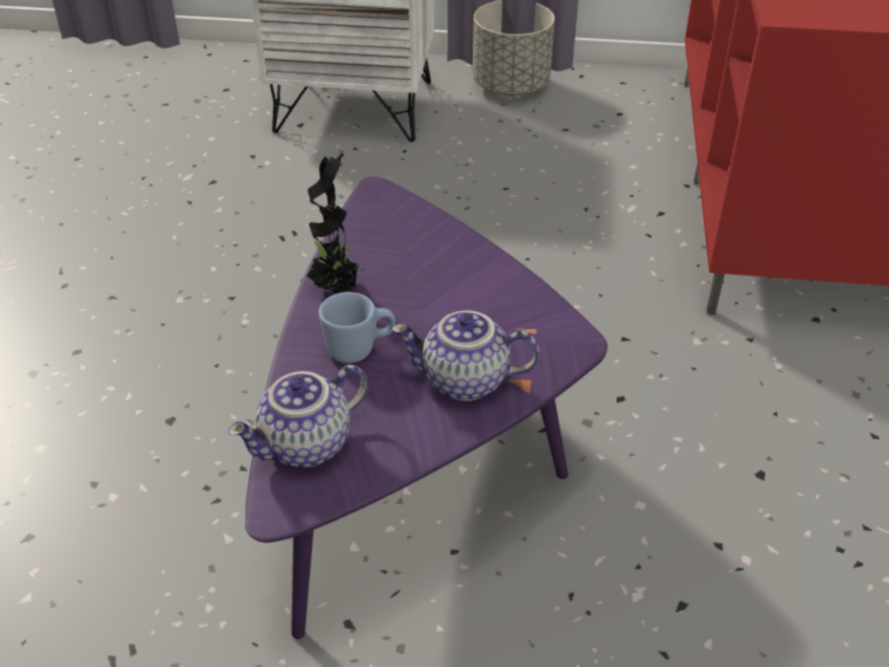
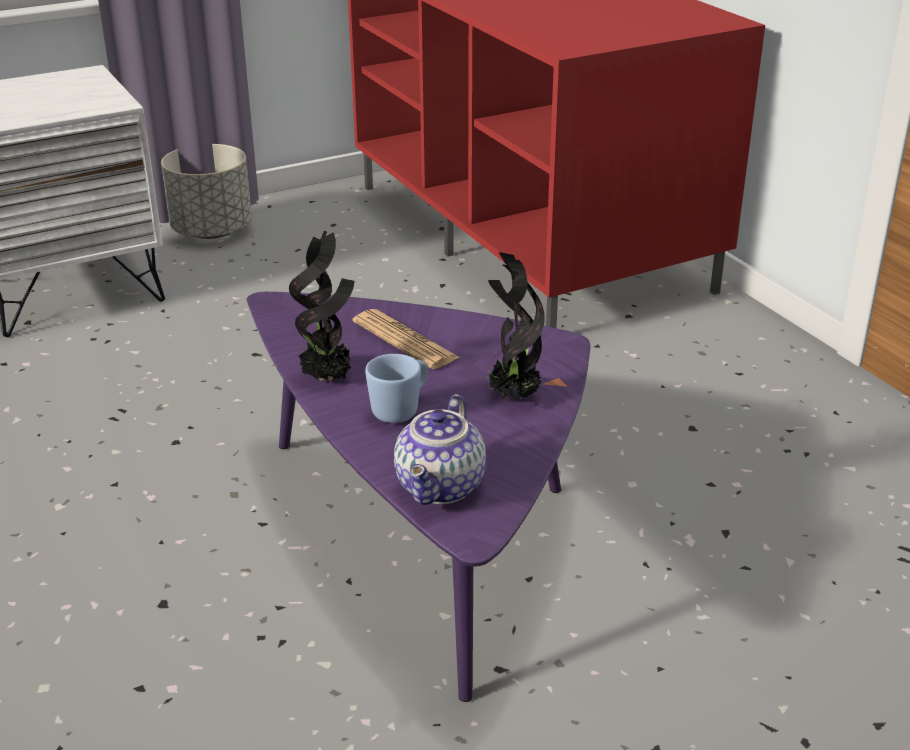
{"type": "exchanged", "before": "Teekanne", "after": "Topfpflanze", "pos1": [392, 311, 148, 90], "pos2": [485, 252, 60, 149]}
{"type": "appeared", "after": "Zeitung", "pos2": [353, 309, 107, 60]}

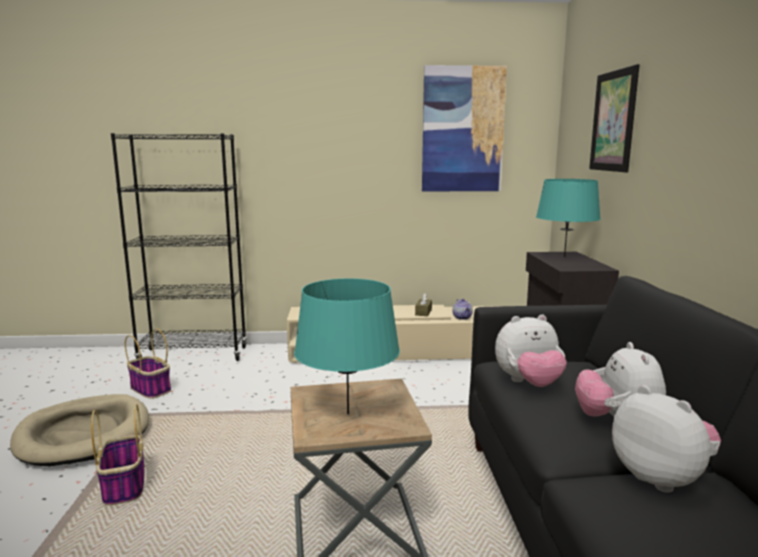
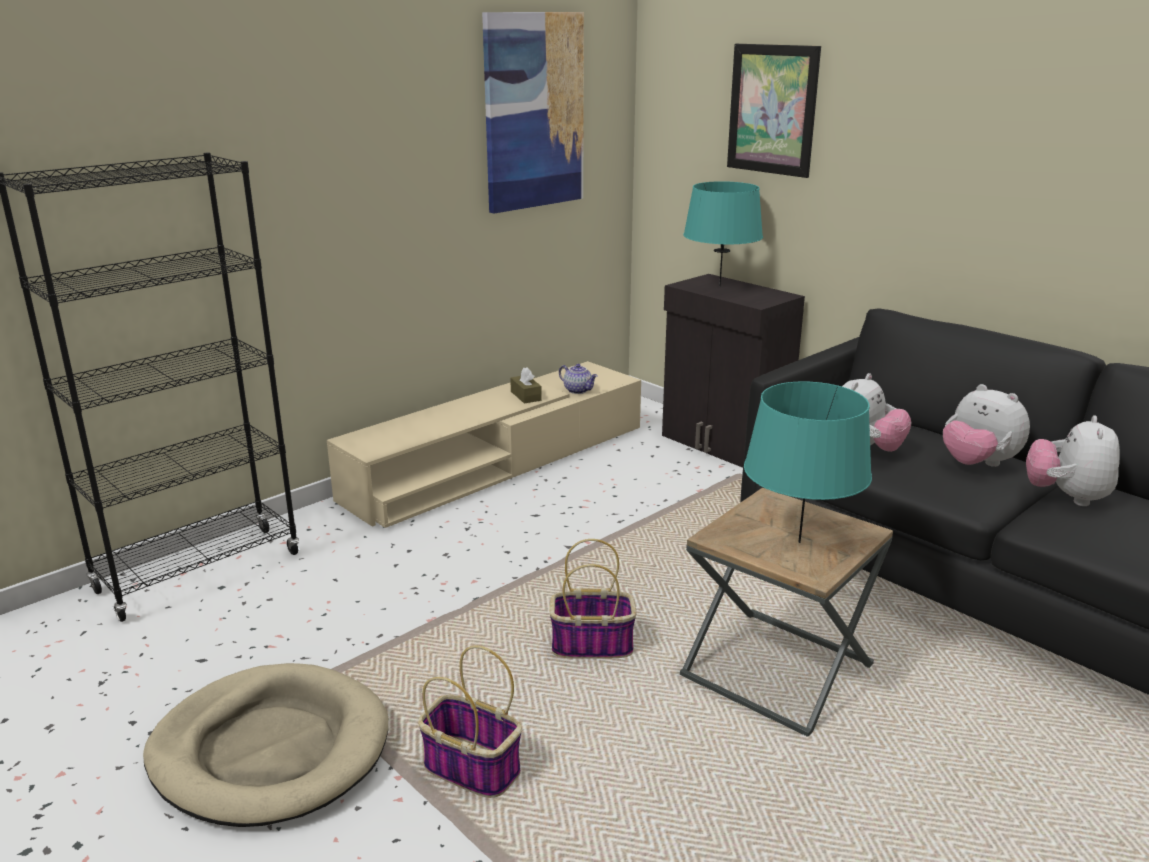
{"type": "relocated", "before": "Korb", "pos1": [125, 328, 46, 71], "pos2": [550, 539, 86, 120]}
{"type": "spun", "before": "Plüschtier", "pos1": [612, 385, 109, 108], "pos2": [1026, 415, 94, 91], "turn": -90}

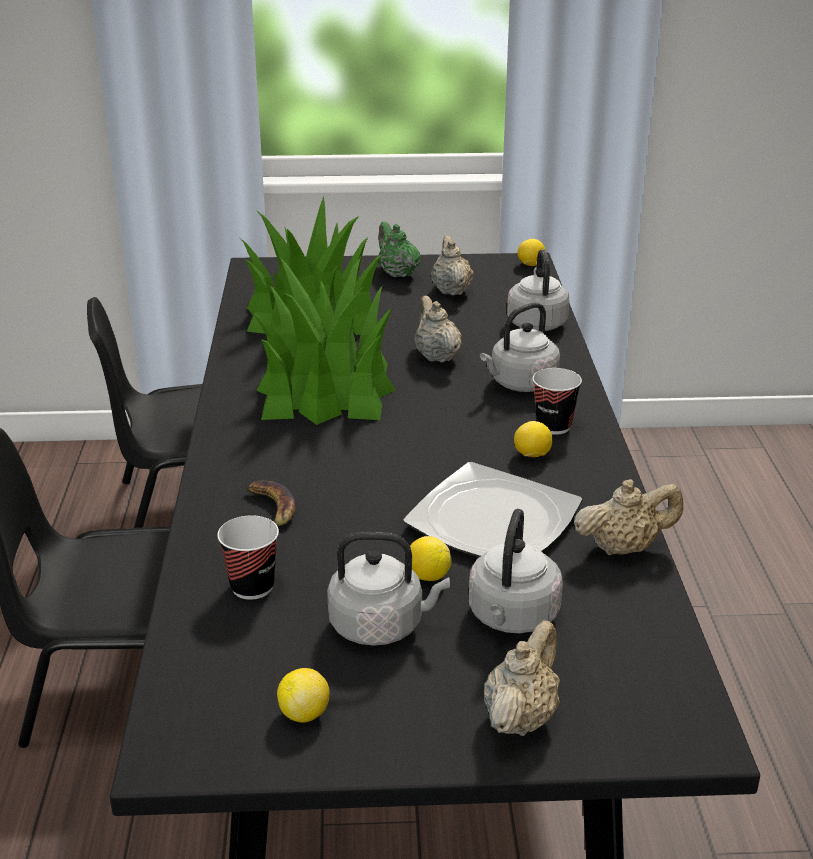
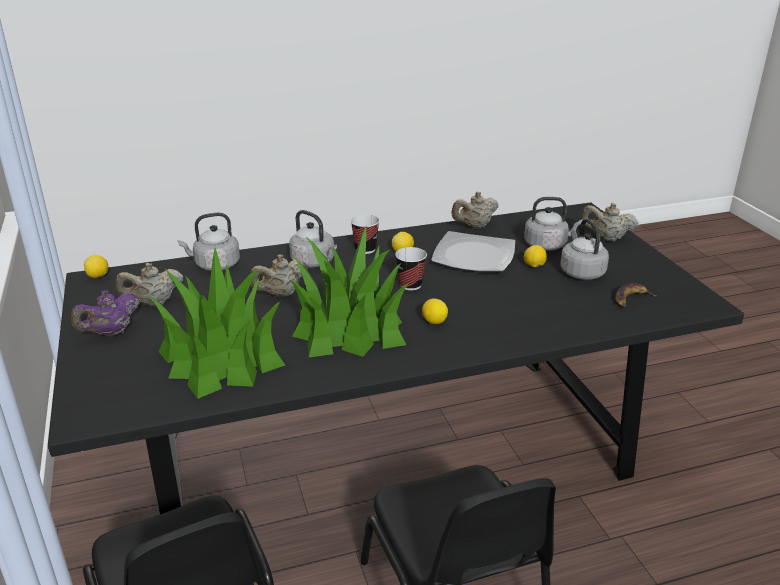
{"type": "relocated", "before": "Tasse", "pos1": [217, 515, 62, 85], "pos2": [395, 247, 32, 44]}
{"type": "relocated", "before": "Banane", "pos1": [246, 481, 50, 45], "pos2": [615, 284, 42, 23]}
{"type": "relocated", "before": "Zitrone", "pos1": [277, 668, 53, 55], "pos2": [422, 299, 26, 25]}
{"type": "colour", "before": "Teekanne [grün]", "after": "Teekanne [lila]", "pos1": [378, 222, 43, 55], "pos2": [71, 290, 69, 46]}
{"type": "spun", "before": "Teekanne [beige]", "pos1": [574, 479, 109, 76], "pos2": [451, 192, 47, 37], "turn": -90}

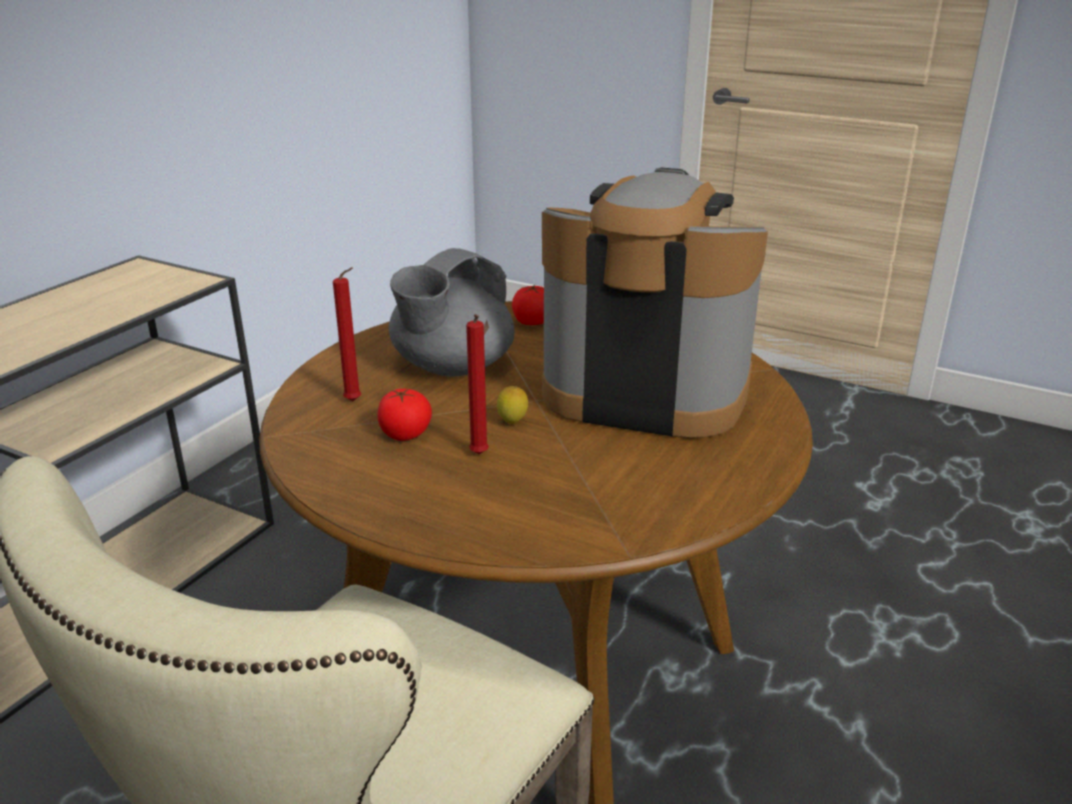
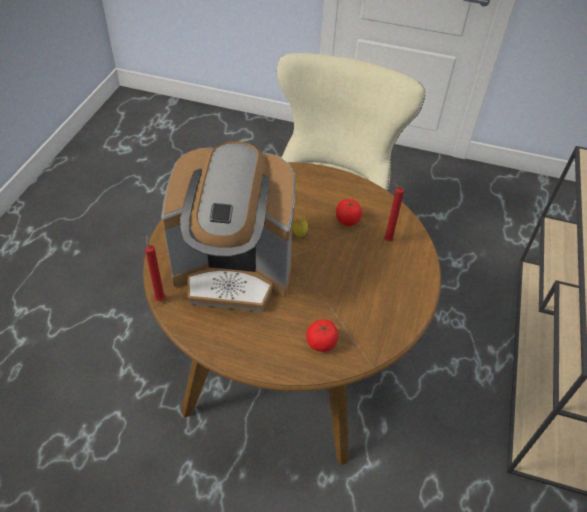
{"type": "missing", "before": "Teekanne [grau]", "pos1": [389, 248, 126, 129]}
{"type": "relocated", "before": "Kerze [rot]", "pos1": [466, 314, 23, 140], "pos2": [145, 235, 20, 66]}

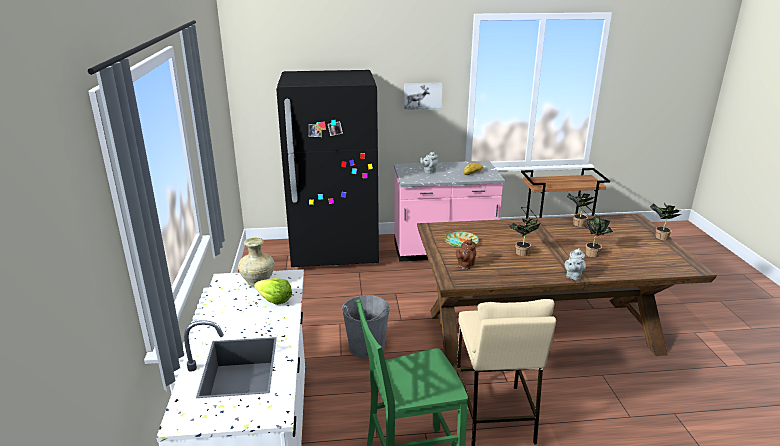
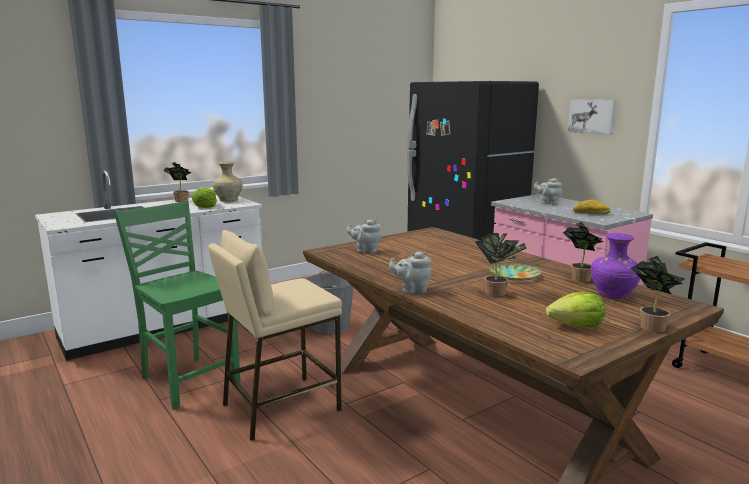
{"type": "relocated", "before": "Teller", "pos1": [444, 231, 35, 17], "pos2": [489, 263, 52, 18]}
{"type": "colour", "before": "Teekanne [braun]", "after": "Teekanne [grau]", "pos1": [456, 239, 20, 31], "pos2": [347, 219, 35, 34]}
{"type": "relocated", "before": "Topfpflanze", "pos1": [509, 218, 32, 38], "pos2": [164, 162, 27, 40]}
{"type": "appeared", "after": "Salatkopf", "pos2": [545, 292, 60, 35]}
{"type": "appeared", "after": "Vase [lila]", "pos2": [591, 233, 49, 66]}

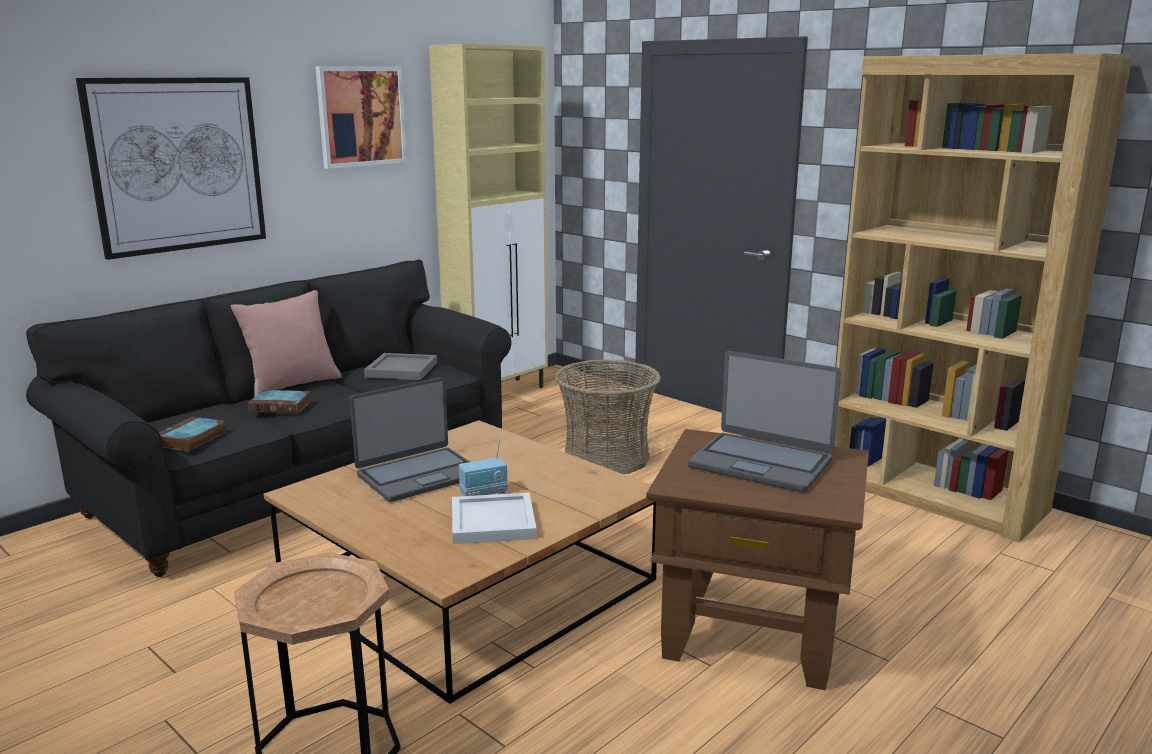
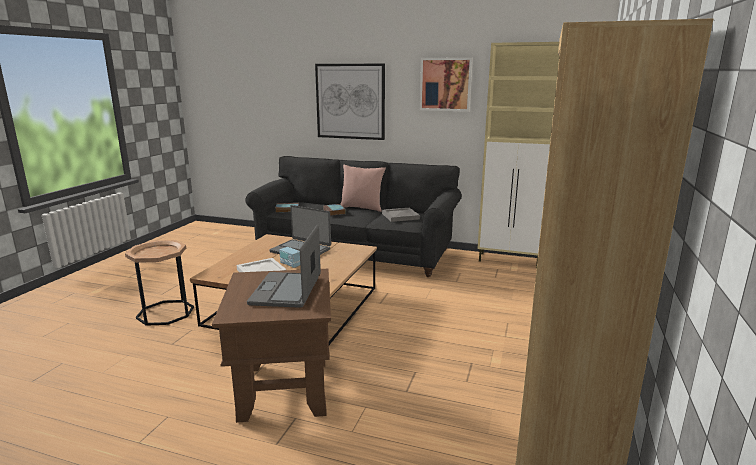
{"type": "missing", "before": "Korb", "pos1": [554, 359, 107, 115]}

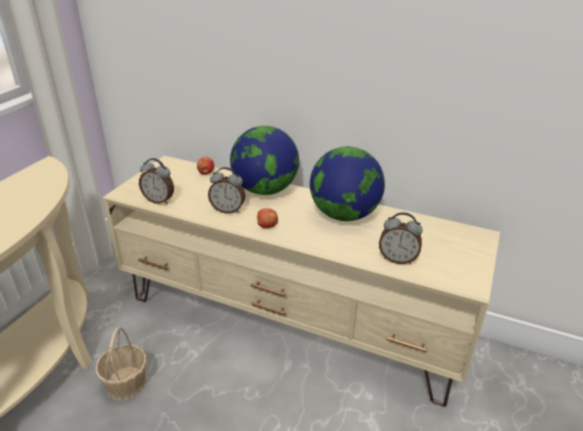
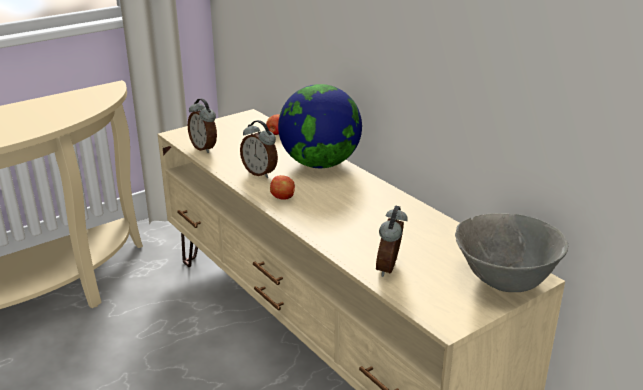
{"type": "missing", "before": "Korb", "pos1": [95, 327, 52, 74]}
{"type": "missing", "before": "Globus", "pos1": [310, 147, 75, 74]}
{"type": "spun", "before": "Wecker", "pos1": [379, 212, 44, 52], "pos2": [376, 206, 32, 71], "turn": 60}
{"type": "appeared", "after": "Schüssel [grau]", "pos2": [455, 213, 113, 79]}

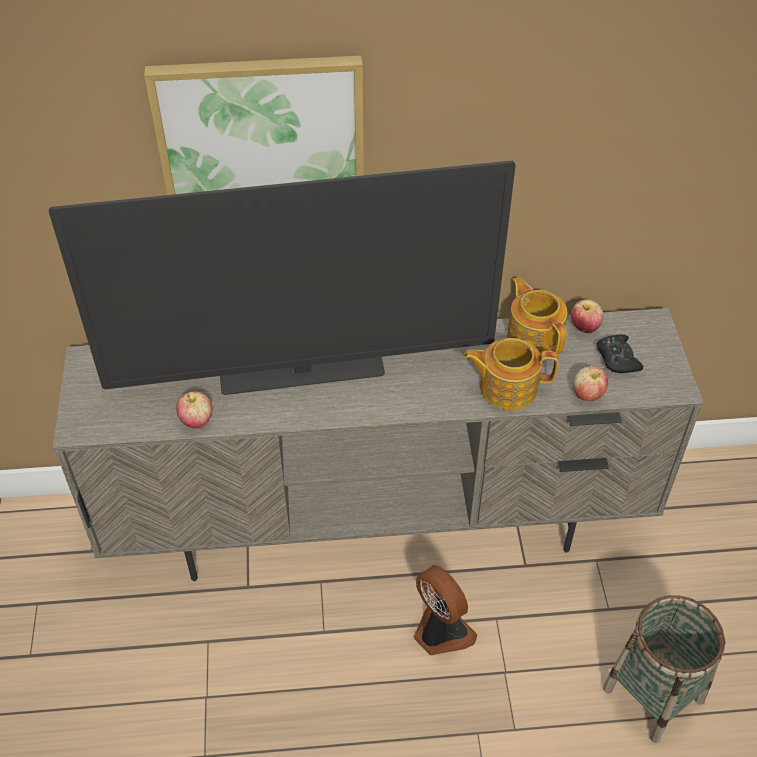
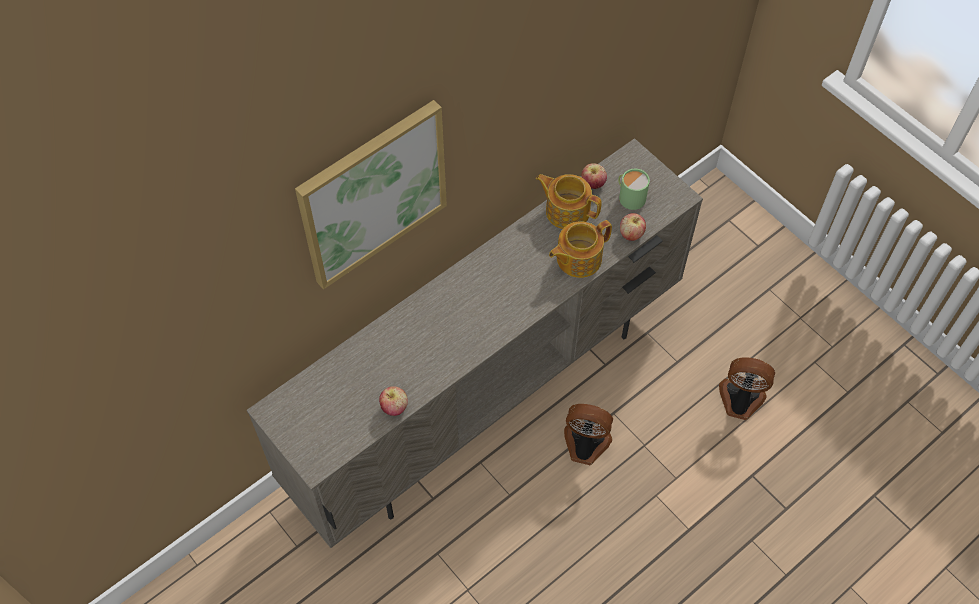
{"type": "missing", "before": "Fernseher", "pos1": [49, 161, 467, 234]}
{"type": "exchanged", "before": "Gamepad [schwarz]", "after": "Henkelbecher [grün]", "pos1": [597, 334, 46, 39], "pos2": [618, 169, 32, 41]}
{"type": "exchanged", "before": "Korb", "after": "Ventilator", "pos1": [602, 595, 124, 148], "pos2": [719, 357, 56, 63]}

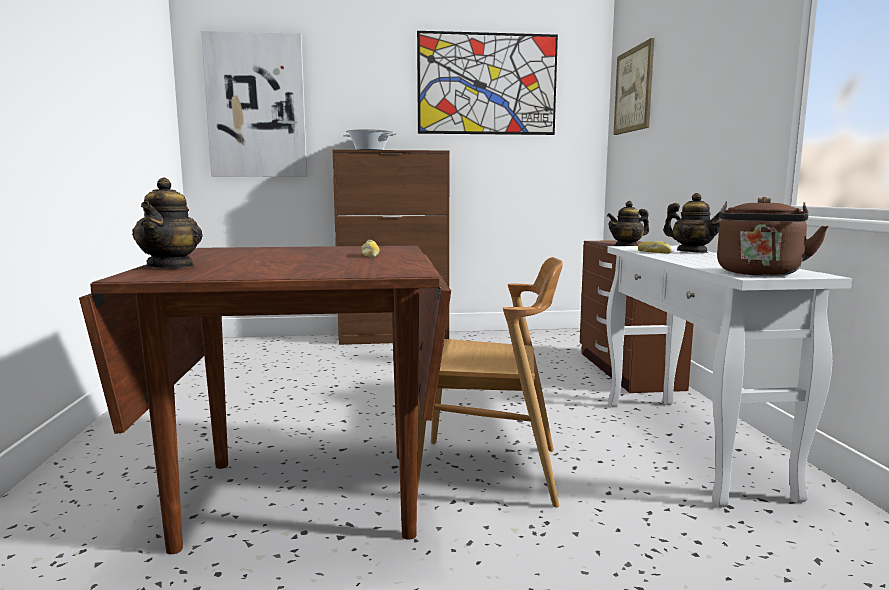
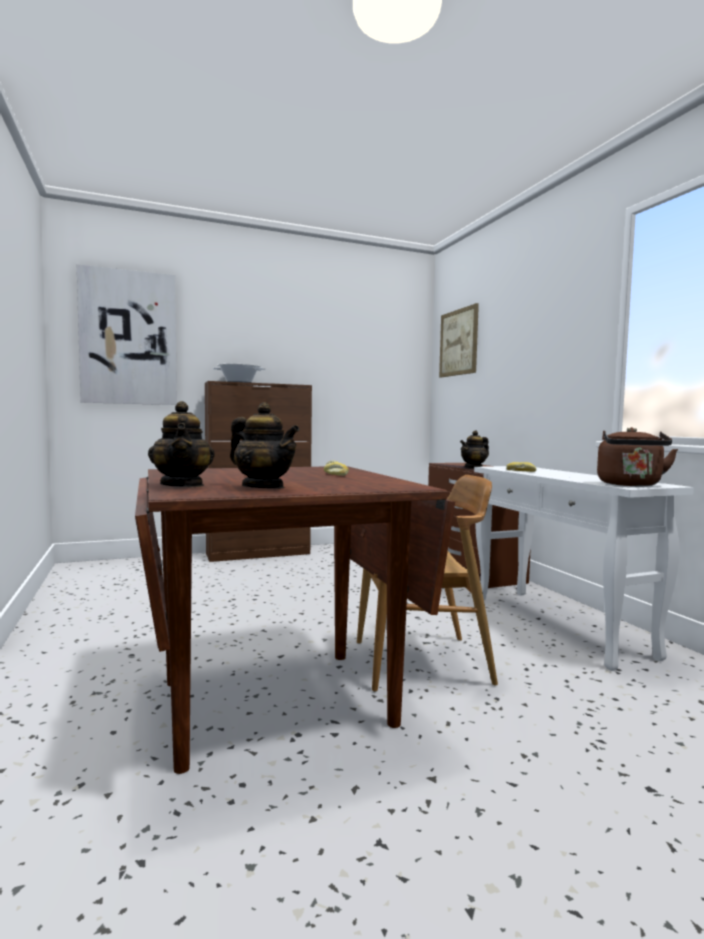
{"type": "missing", "before": "Bild", "pos1": [417, 31, 141, 104]}
{"type": "relocated", "before": "Teekanne", "pos1": [663, 193, 59, 60], "pos2": [230, 402, 70, 86]}

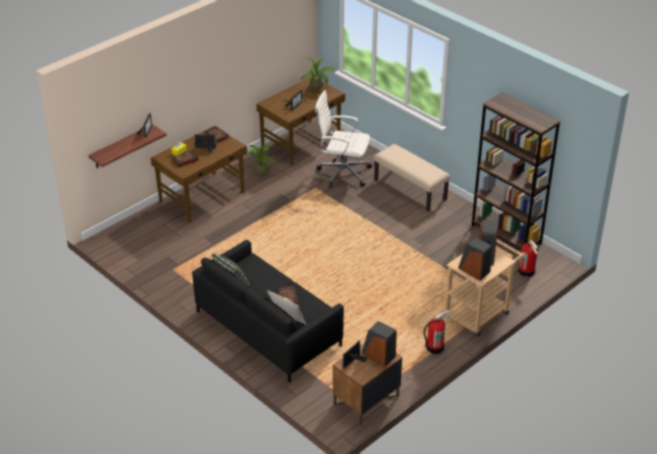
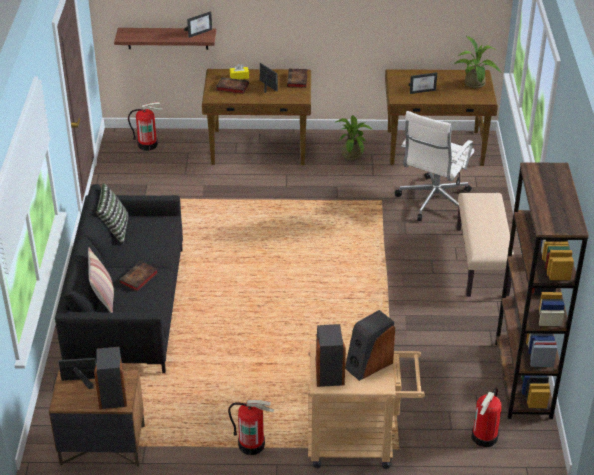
{"type": "spun", "before": "Bürostuhl [weiß]", "pos1": [315, 90, 57, 98], "pos2": [395, 111, 79, 110], "turn": -120}
{"type": "appeared", "after": "Feuerlöscher", "pos2": [128, 102, 35, 49]}

